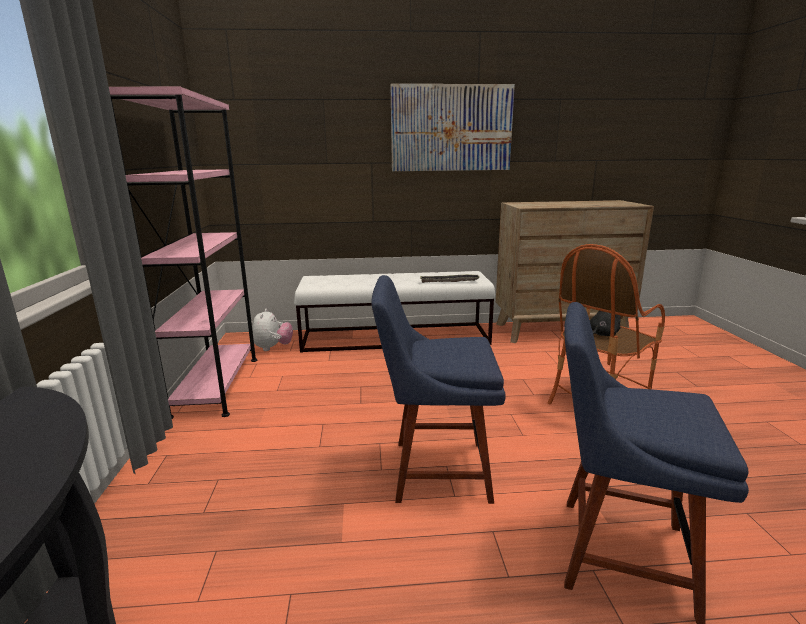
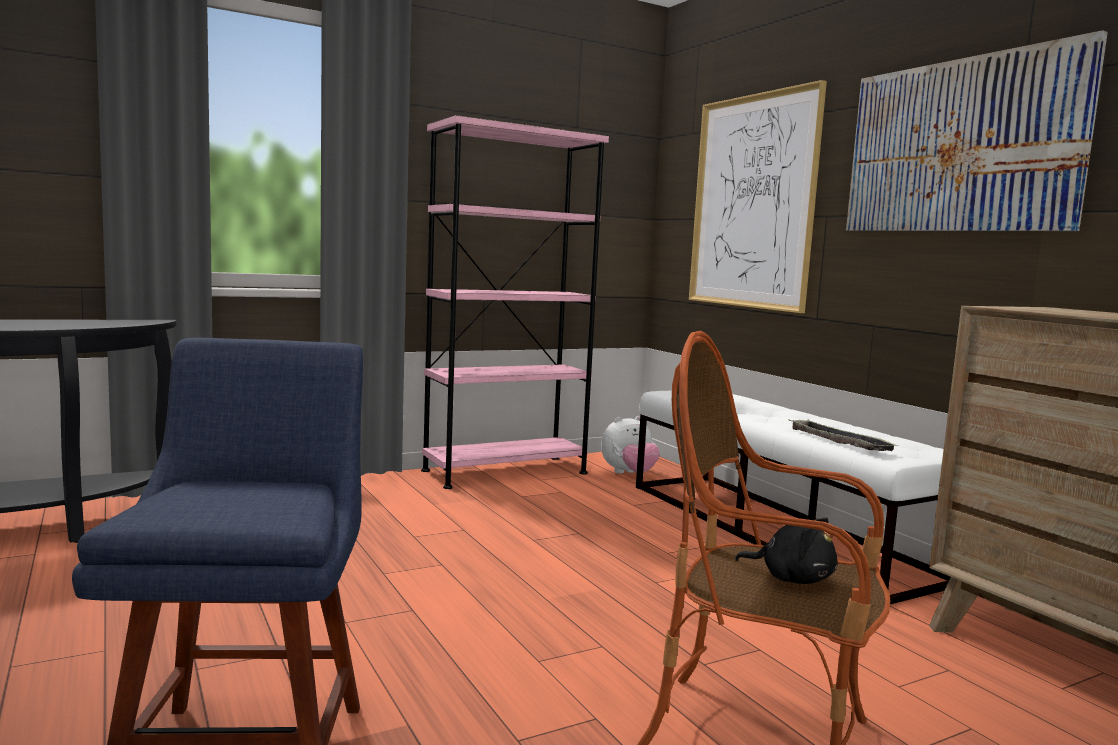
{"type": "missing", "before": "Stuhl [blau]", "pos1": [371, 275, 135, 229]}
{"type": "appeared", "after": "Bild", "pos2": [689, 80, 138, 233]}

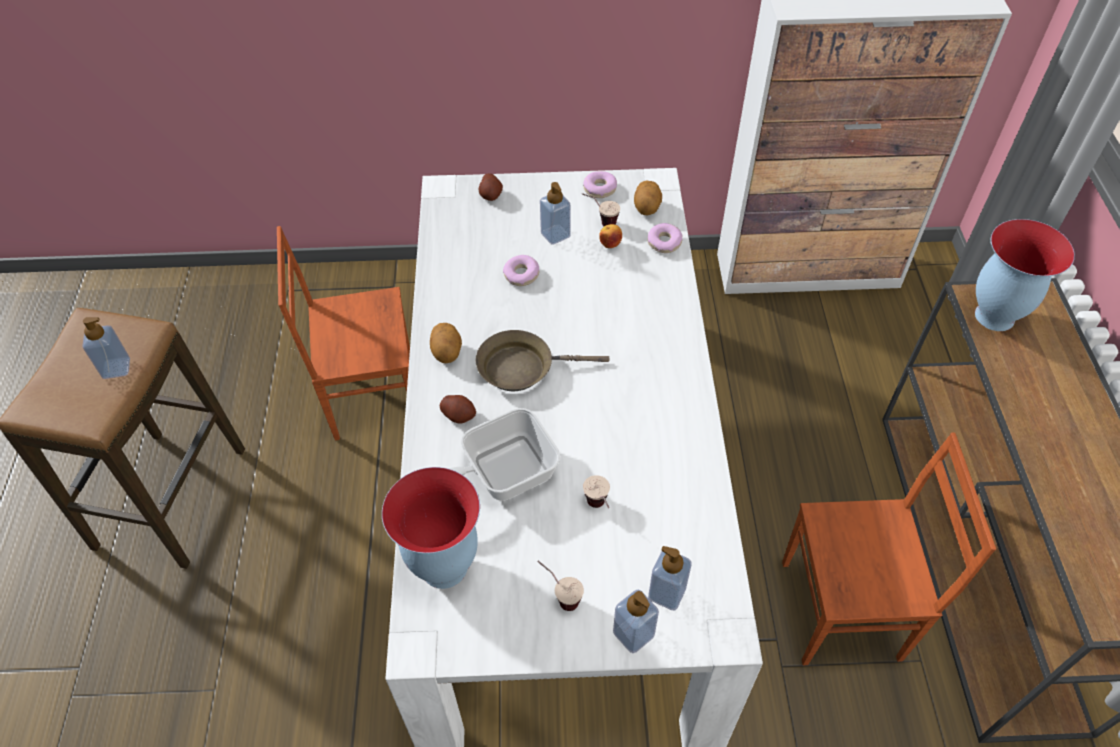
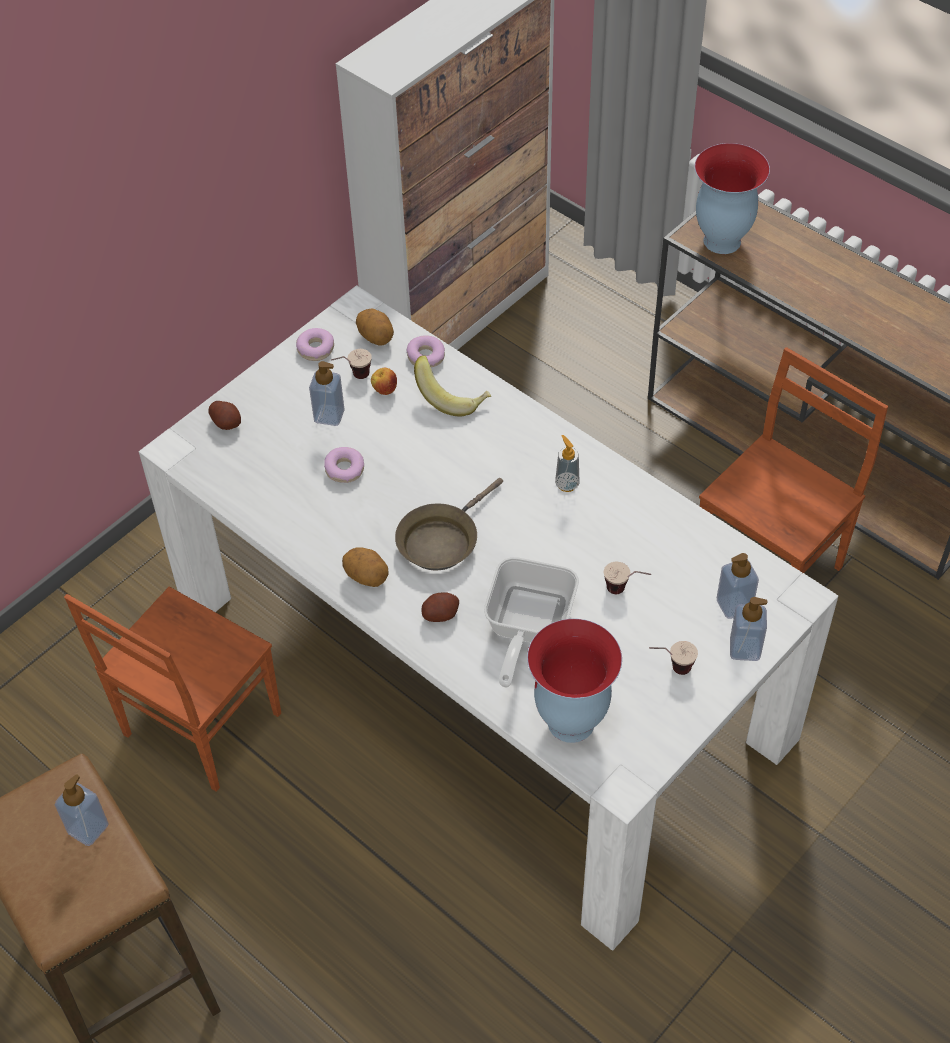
{"type": "appeared", "after": "Banane", "pos2": [414, 355, 77, 61]}
{"type": "appeared", "after": "Seifenspender", "pos2": [555, 435, 24, 57]}

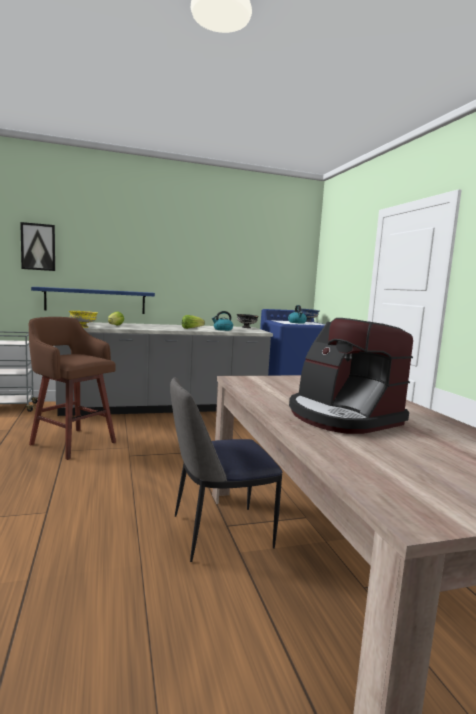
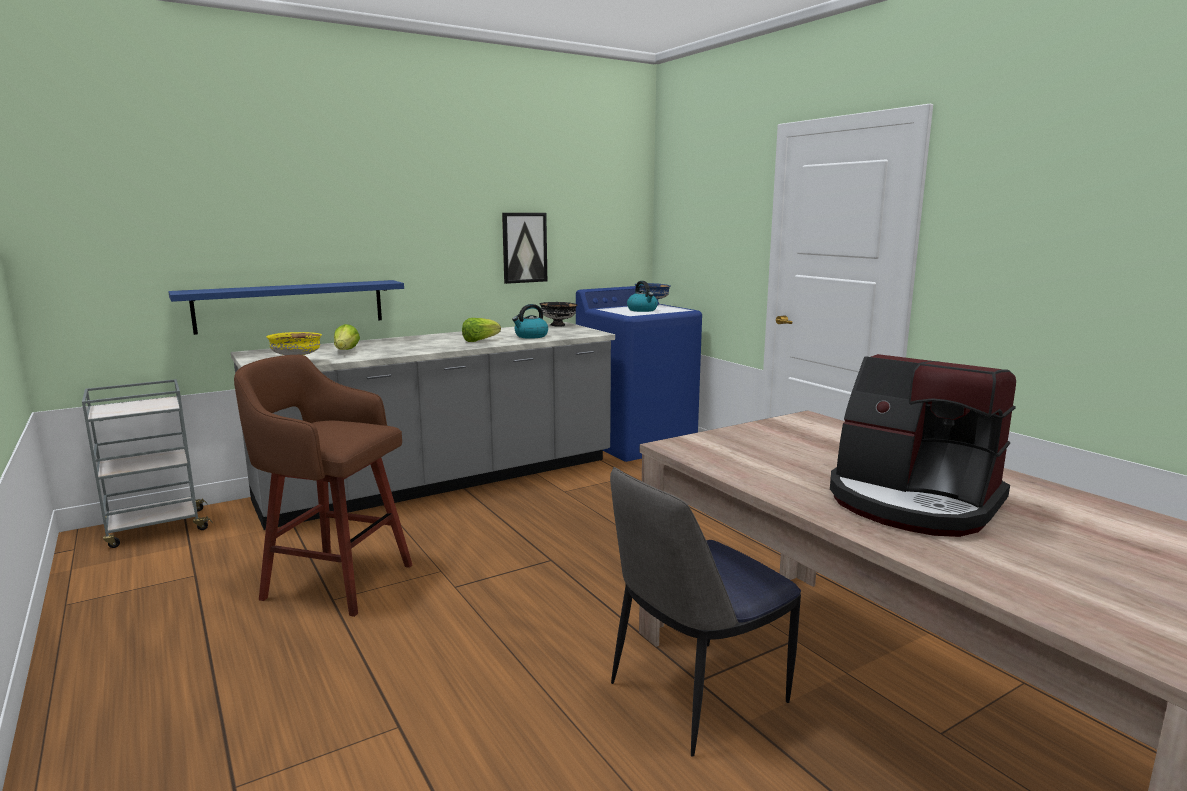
{"type": "relocated", "before": "Bild", "pos1": [20, 222, 35, 49], "pos2": [502, 213, 45, 71]}

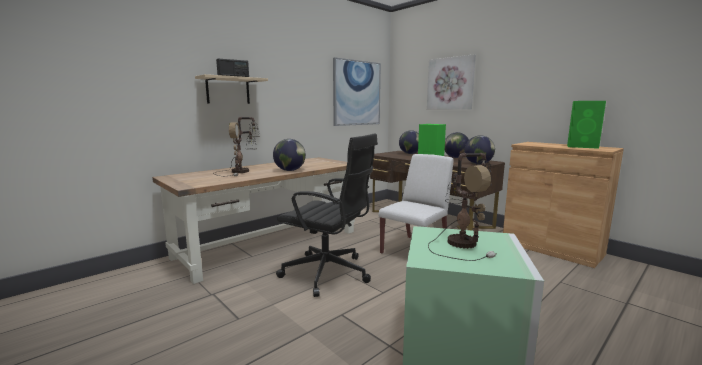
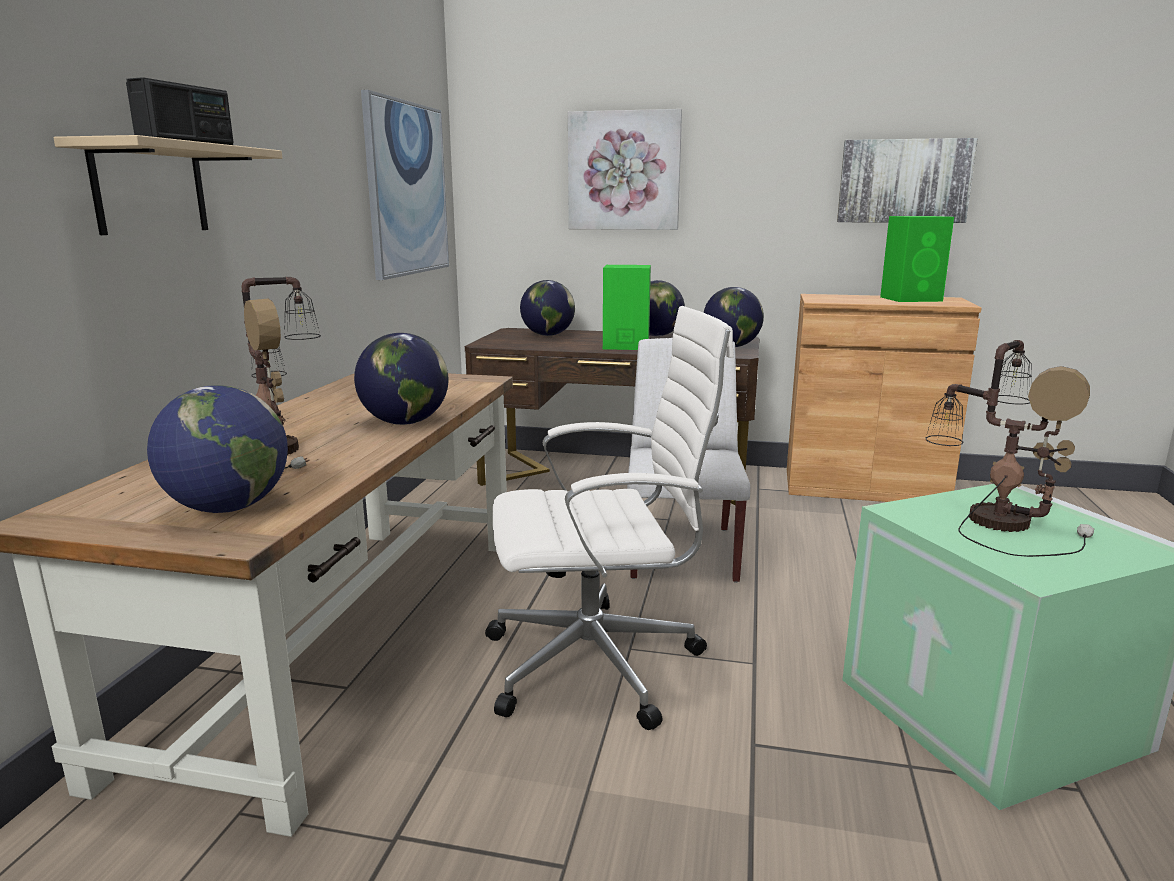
{"type": "colour", "before": "Bürostuhl [schwarz]", "after": "Bürostuhl [weiß]", "pos1": [276, 133, 102, 164], "pos2": [485, 306, 249, 424]}
{"type": "appeared", "after": "Globus", "pos2": [147, 385, 141, 128]}
{"type": "appeared", "after": "Bild", "pos2": [837, 138, 141, 85]}

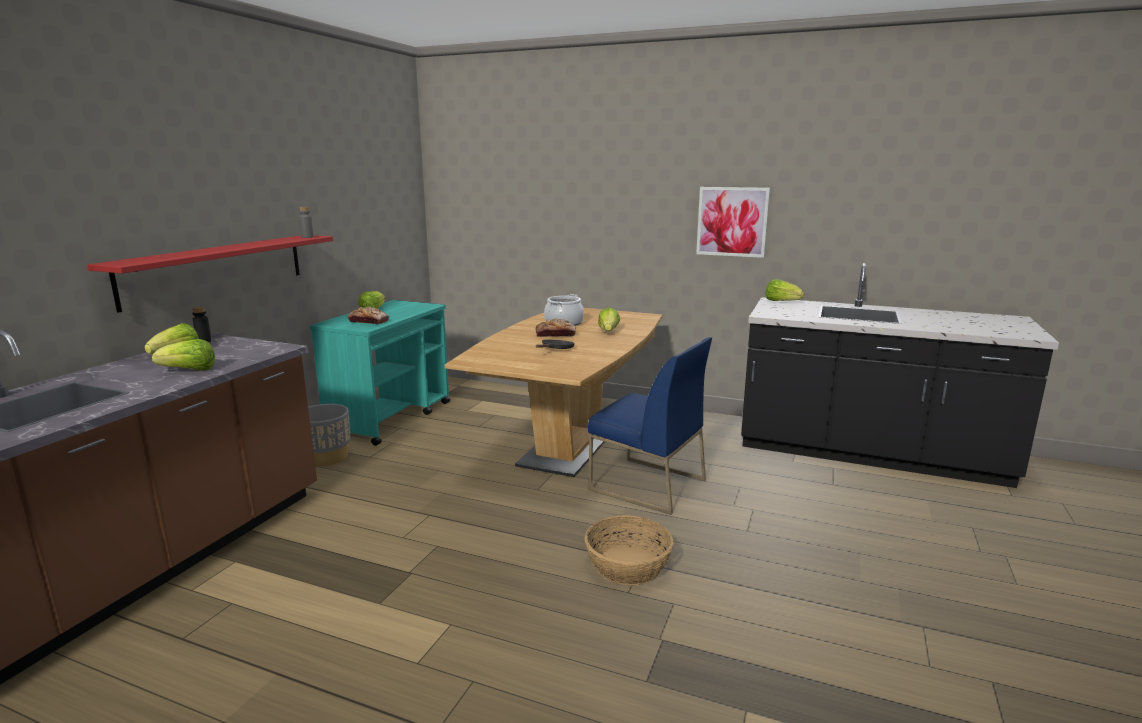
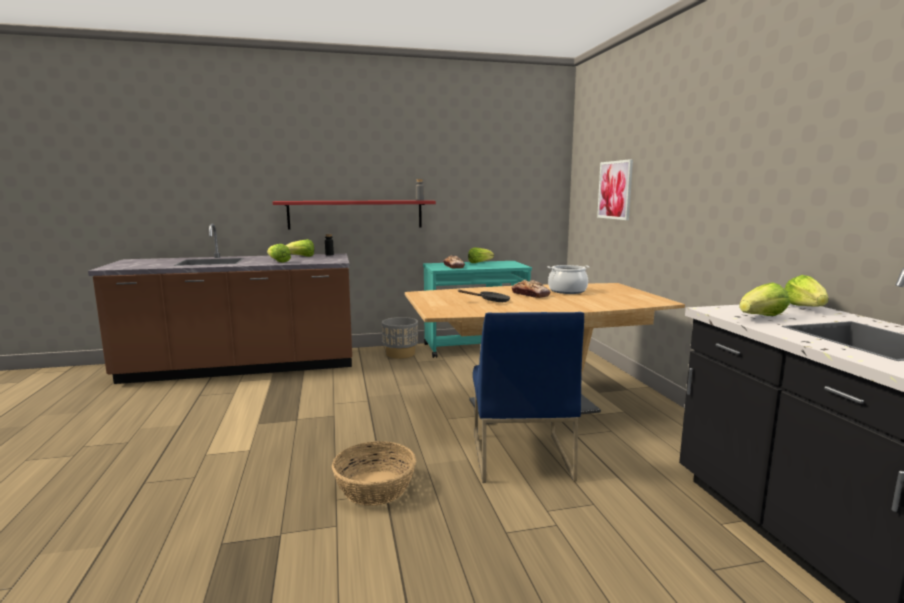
{"type": "relocated", "before": "Salatkopf", "pos1": [598, 307, 22, 24], "pos2": [739, 282, 51, 34]}
{"type": "relocated", "before": "Bild", "pos1": [696, 187, 74, 71], "pos2": [597, 159, 36, 61]}

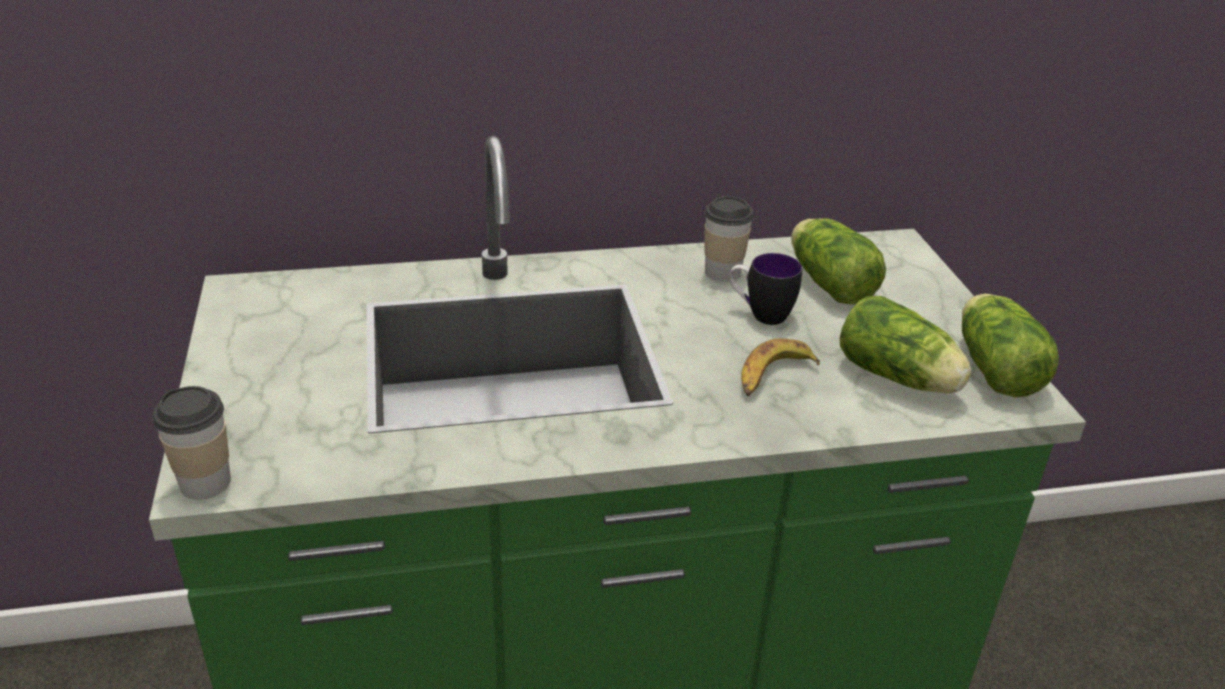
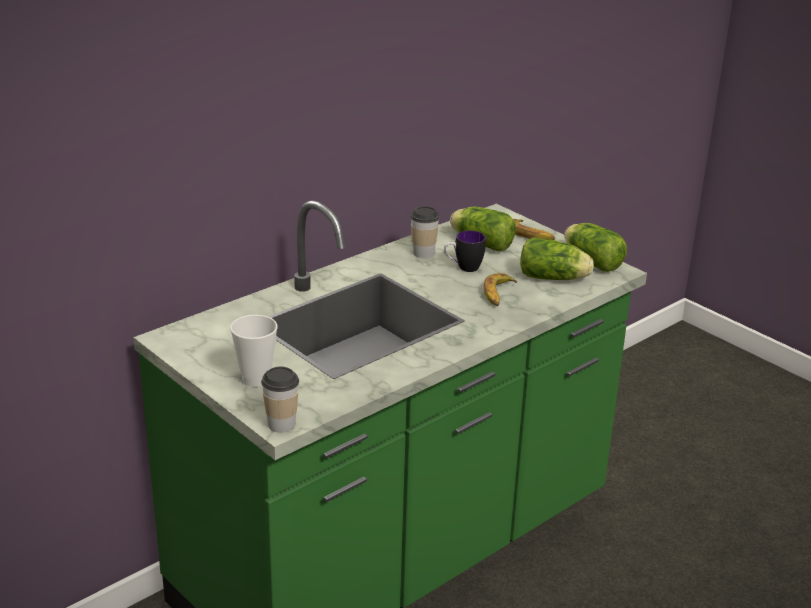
{"type": "appeared", "after": "Tasse", "pos2": [230, 315, 48, 72]}
{"type": "appeared", "after": "Banane", "pos2": [513, 219, 42, 21]}

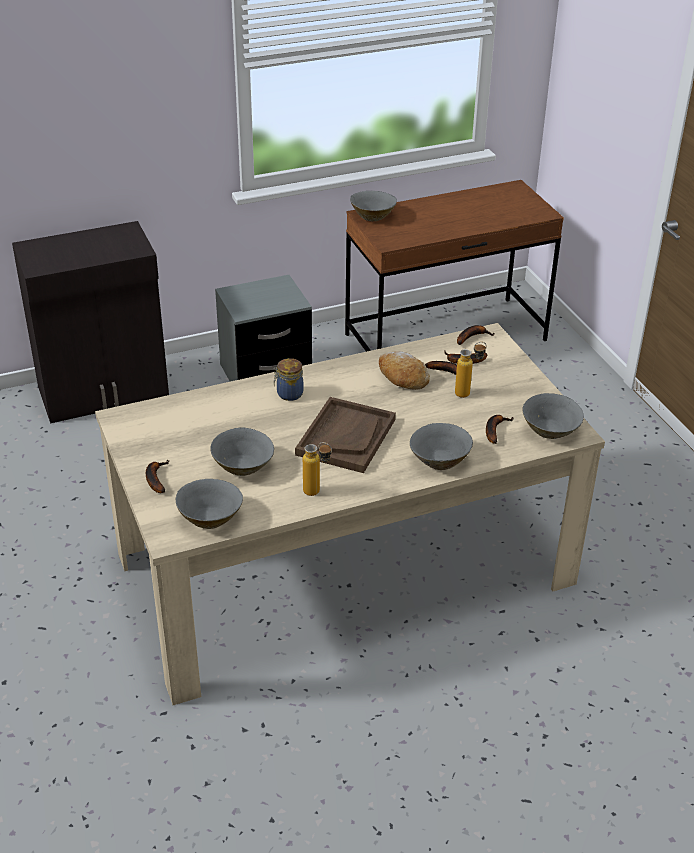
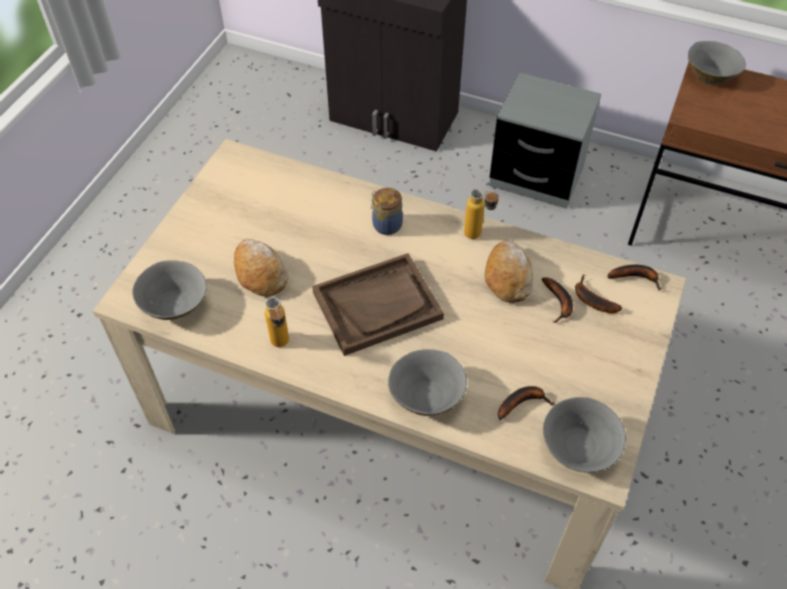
{"type": "missing", "before": "Banane", "pos1": [146, 460, 23, 33]}
{"type": "exchanged", "before": "Schüssel [grau]", "after": "Brot", "pos1": [210, 427, 64, 49], "pos2": [234, 239, 54, 58]}
{"type": "relocated", "before": "Flasche", "pos1": [455, 342, 32, 56], "pos2": [464, 189, 35, 50]}

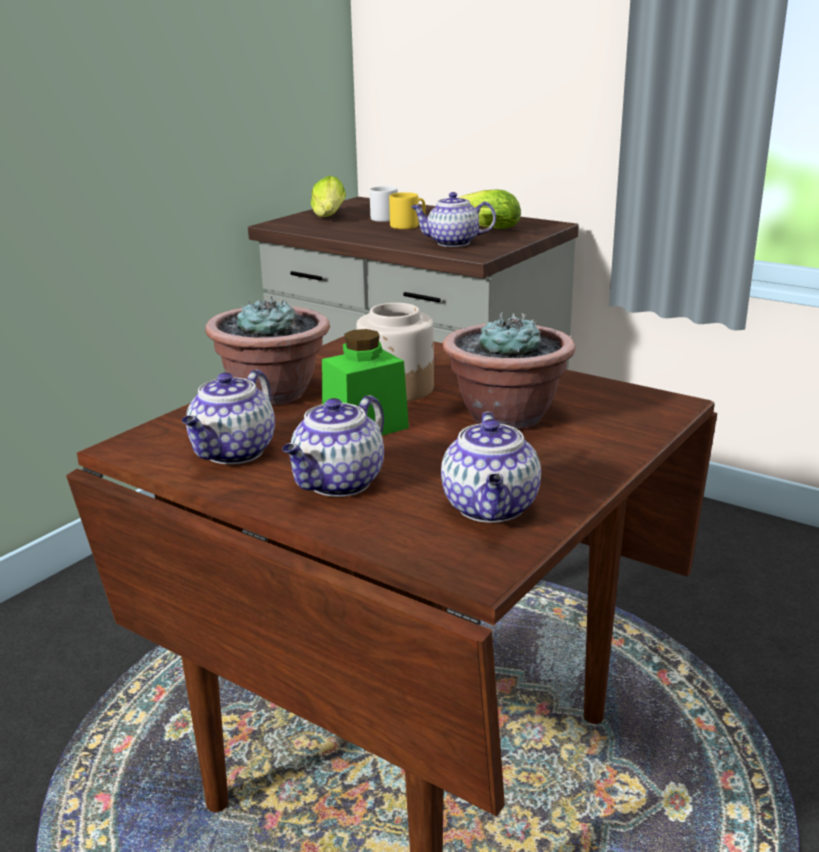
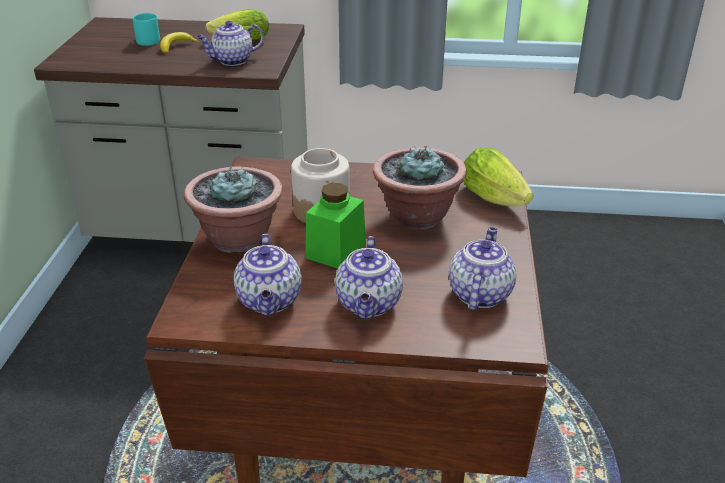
{"type": "relocated", "before": "Salatkopf", "pos1": [311, 176, 35, 41], "pos2": [463, 148, 70, 58]}
{"type": "colour", "before": "Henkelbecher [grau]", "after": "Henkelbecher [türkis]", "pos1": [370, 186, 28, 36], "pos2": [133, 13, 27, 33]}
{"type": "exchanged", "before": "Henkelbecher [gelb]", "after": "Banane", "pos1": [389, 192, 37, 37], "pos2": [160, 32, 40, 22]}
{"type": "spun", "before": "Teekanne", "pos1": [441, 411, 100, 112], "pos2": [449, 227, 68, 83], "turn": -135}

